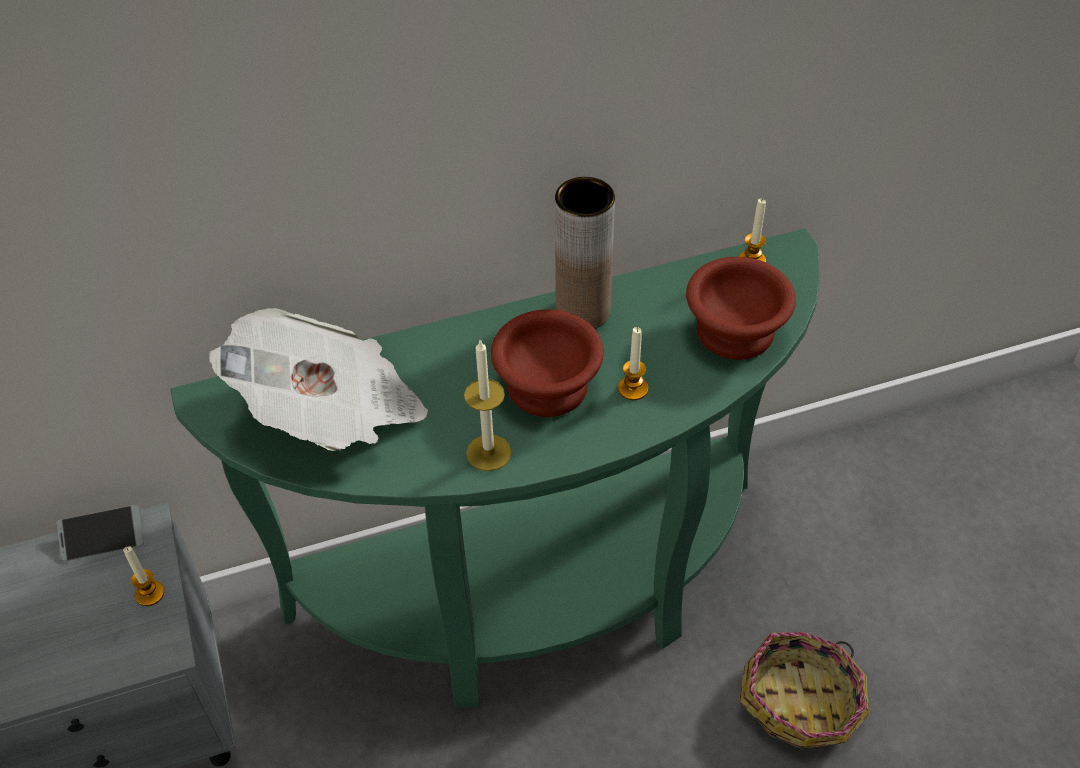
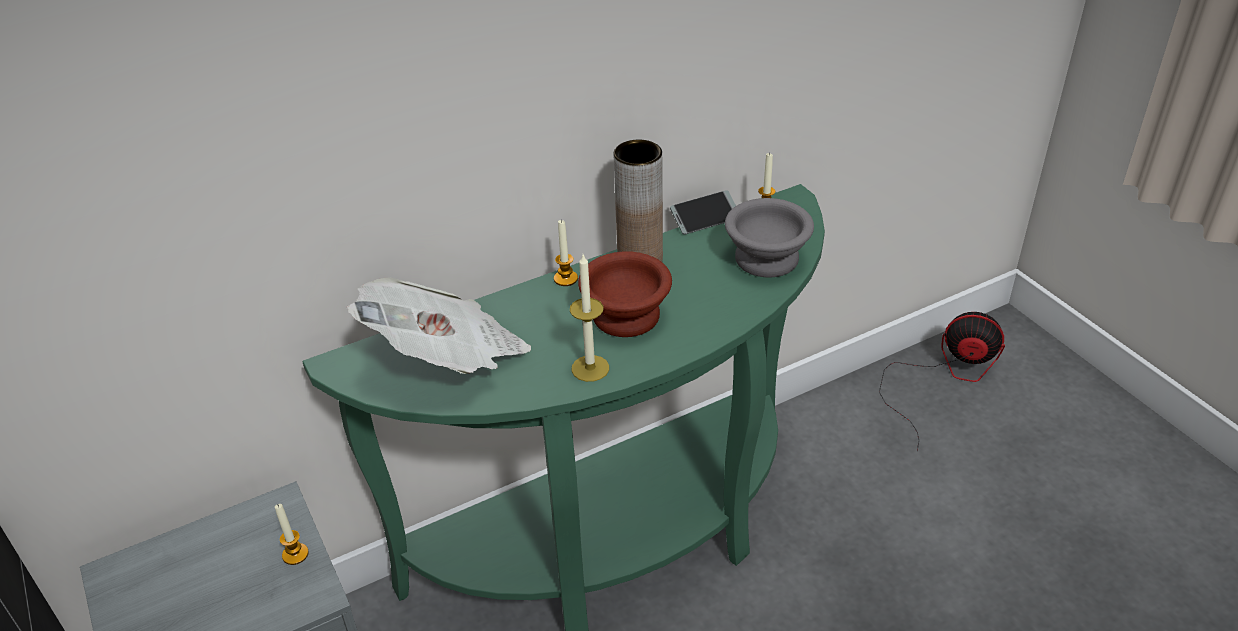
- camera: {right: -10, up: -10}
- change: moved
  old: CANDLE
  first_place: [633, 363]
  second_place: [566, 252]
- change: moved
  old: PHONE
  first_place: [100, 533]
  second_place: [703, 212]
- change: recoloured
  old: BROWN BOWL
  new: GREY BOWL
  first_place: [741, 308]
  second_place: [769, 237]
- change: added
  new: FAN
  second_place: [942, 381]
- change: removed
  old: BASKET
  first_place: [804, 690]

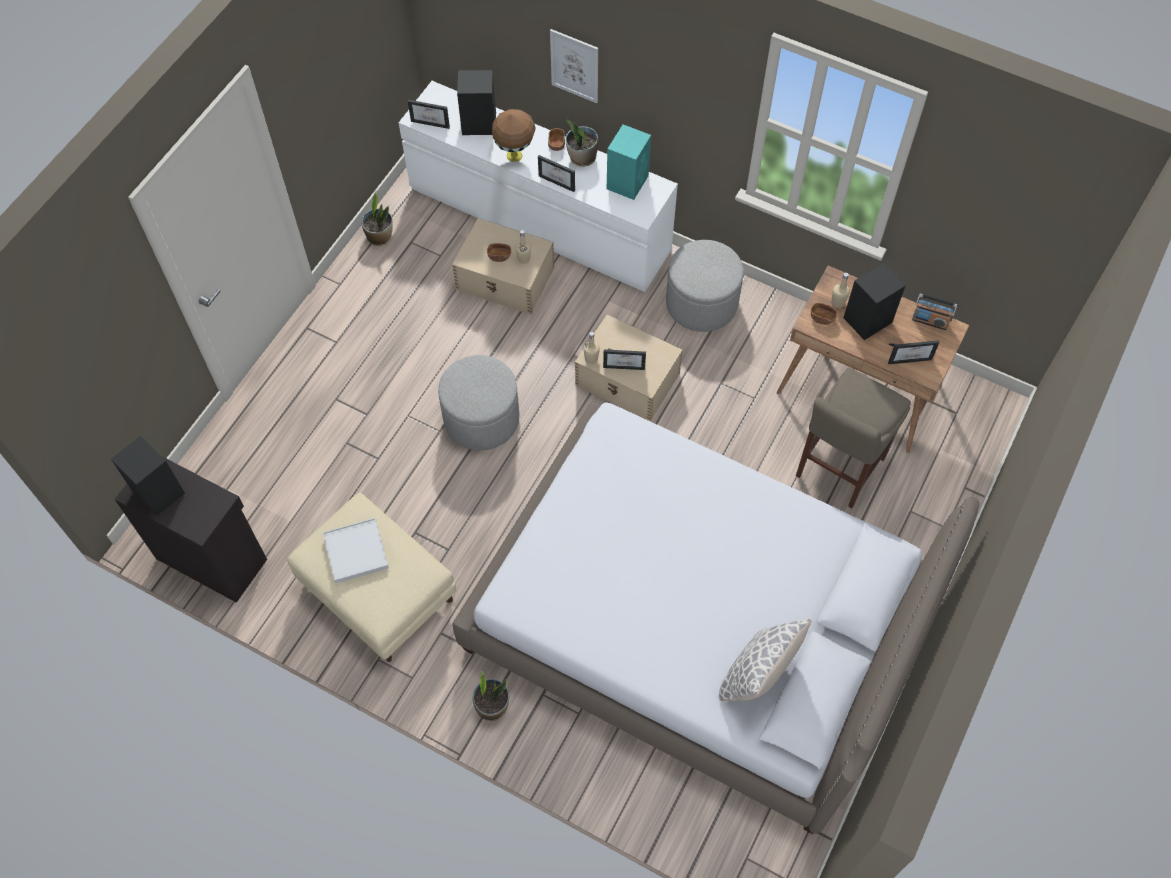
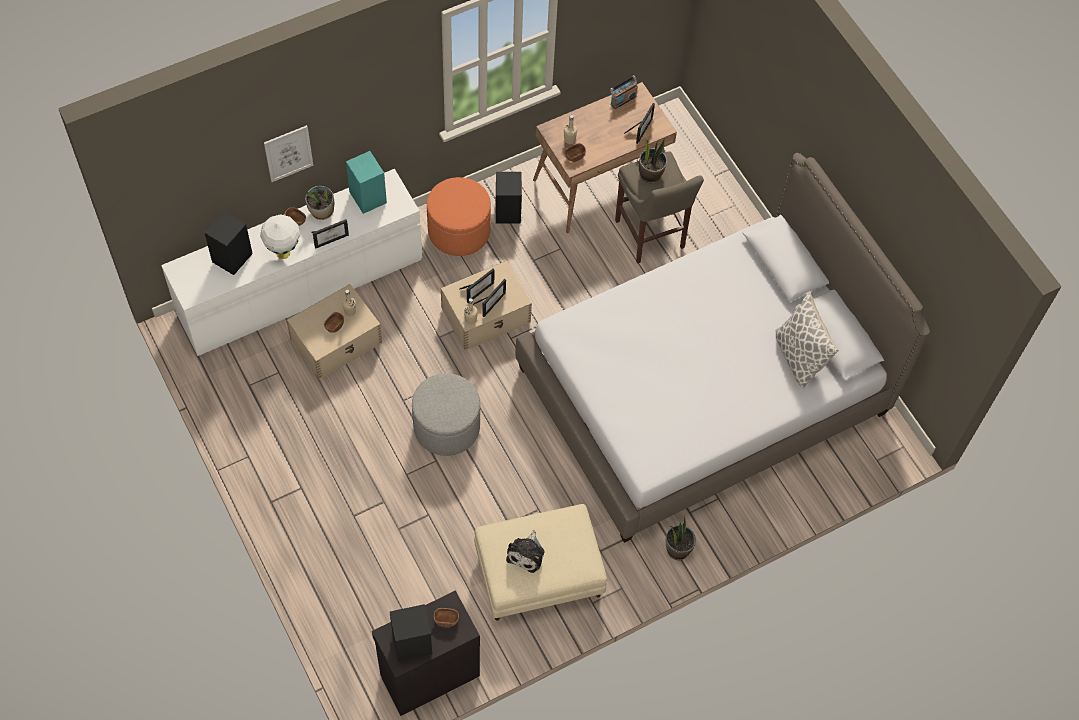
- camera: {right: -60, up: 0}
- change: recoloured
  old: BROWN TABLE LAMP
  new: WHITE TABLE LAMP
  first_place: [514, 135]
  second_place: [280, 236]
- change: recoloured
  old: GREY OTTOMAN
  new: ORANGE OTTOMAN
  first_place: [705, 286]
  second_place: [459, 216]
- change: added
  new: BROWN BOWL
  second_place: [446, 617]
- change: moved
  old: PICTURE FRAME
  first_place: [429, 114]
  second_place: [477, 286]
- change: moved
  old: BLACK SPEAKER
  first_place: [874, 301]
  second_place: [509, 197]
- change: replaced
  old: WHITE TRAY
  new: PLUSH TOY
  first_place: [356, 550]
  second_place: [525, 551]
- change: moved
  old: POTTED PLANT
  first_place: [377, 218]
  second_place: [653, 160]

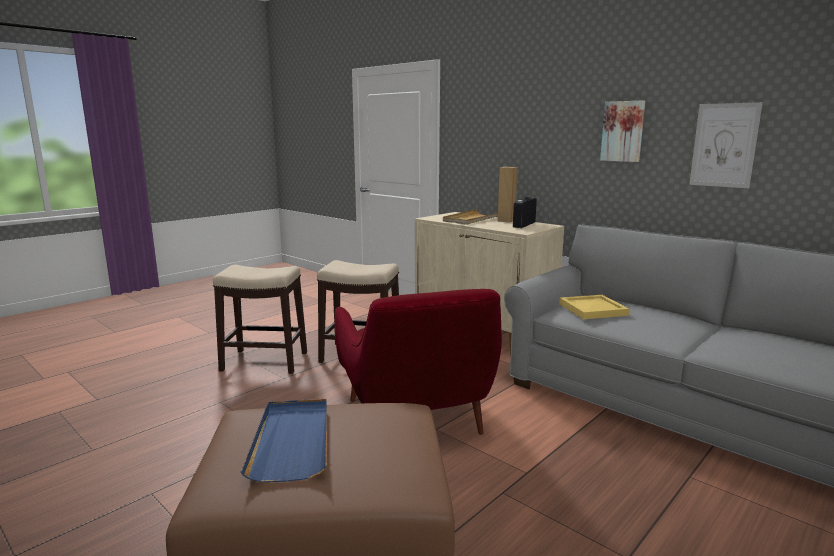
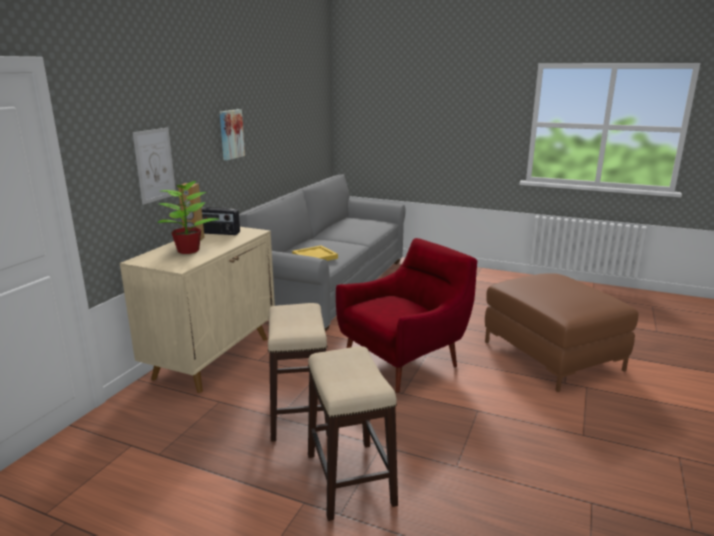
- camera: {right: -110, up: 5}
- change: moved
  old: PICTURE
  first_place: [726, 145]
  second_place: [154, 166]
- change: replaced
  old: BEIGE TRAY
  new: POTTED PLANT
  first_place: [470, 217]
  second_place: [188, 217]
- change: removed
  old: BLUE TRAY
  first_place: [284, 440]

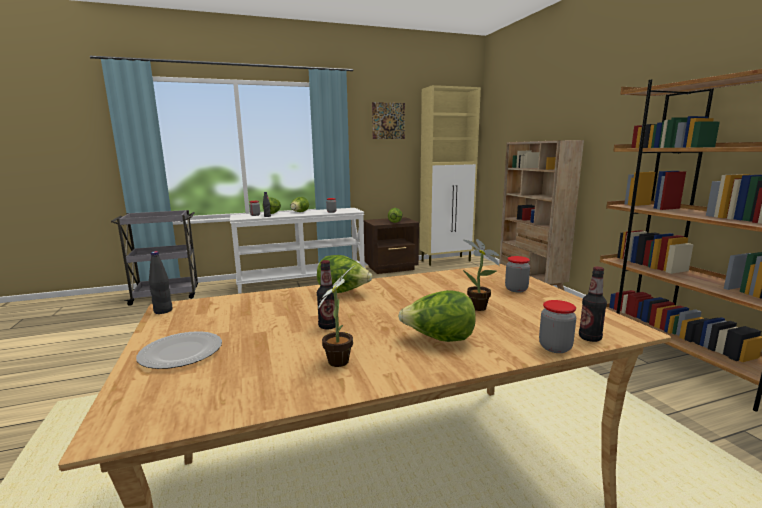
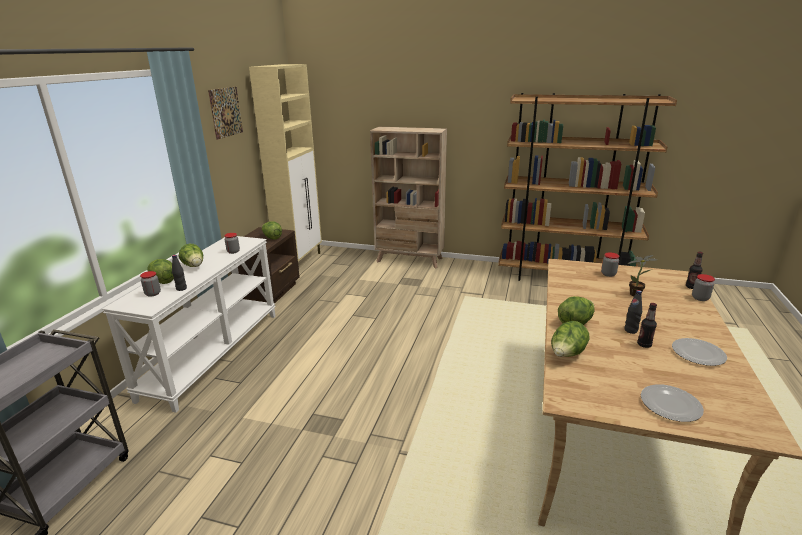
- camera: {right: -55, up: 10}
- change: moved
  old: LETTUCE
  first_place: [437, 316]
  second_place: [570, 339]
- change: moved
  old: BLACK BOTTLE
  first_place: [161, 282]
  second_place: [633, 312]
- change: replaced
  old: POTTED PLANT
  new: PLATE
  first_place: [336, 316]
  second_place: [699, 352]

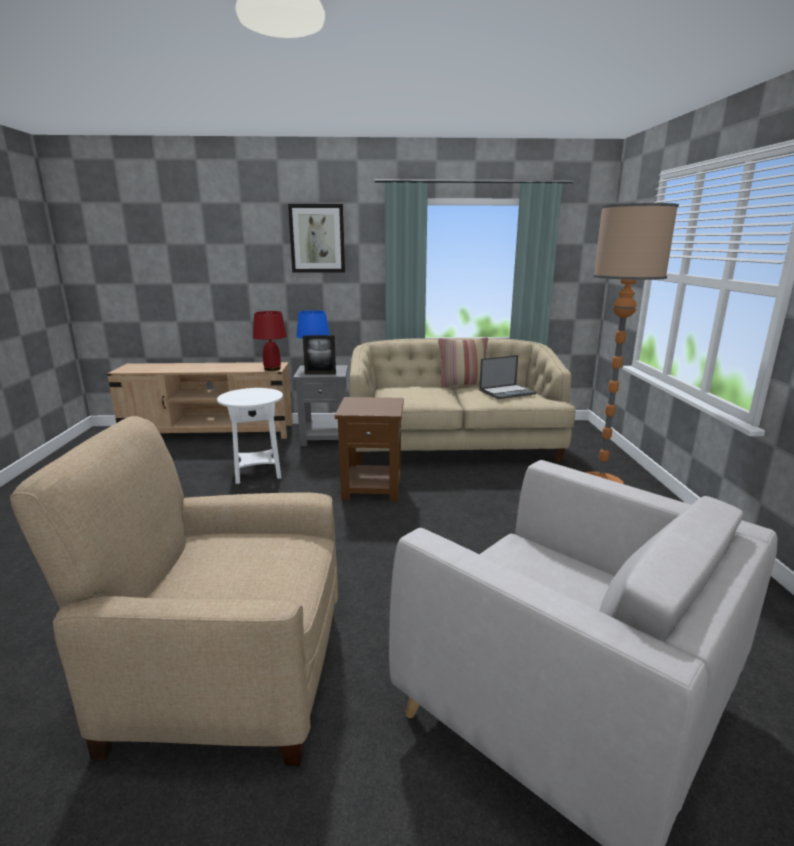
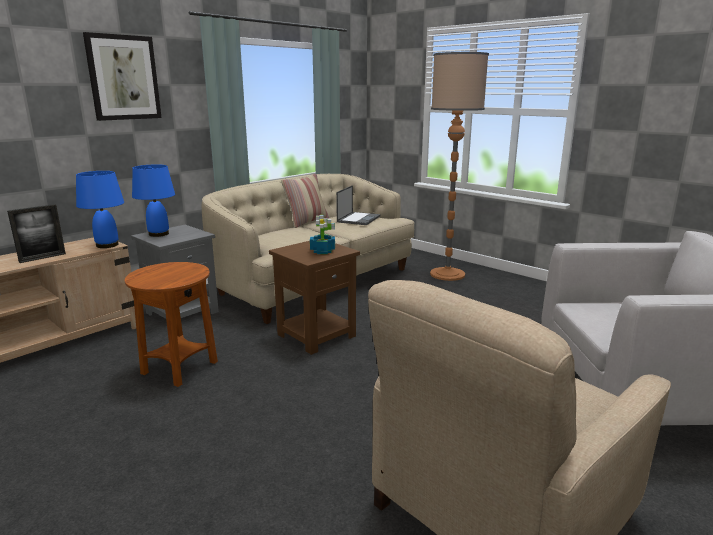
- camera: {right: -45, up: 0}
- change: moved
  old: PICTURE FRAME
  first_place: [319, 354]
  second_place: [36, 233]
- change: recoloured
  old: RED TABLE LAMP
  new: BLUE TABLE LAMP
  first_place: [270, 341]
  second_place: [100, 209]
- change: recoloured
  old: WHITE SIDE TABLE
  new: BROWN SIDE TABLE
  first_place: [250, 436]
  second_place: [171, 324]
- change: added
  new: POTTED PLANT
  second_place: [322, 234]

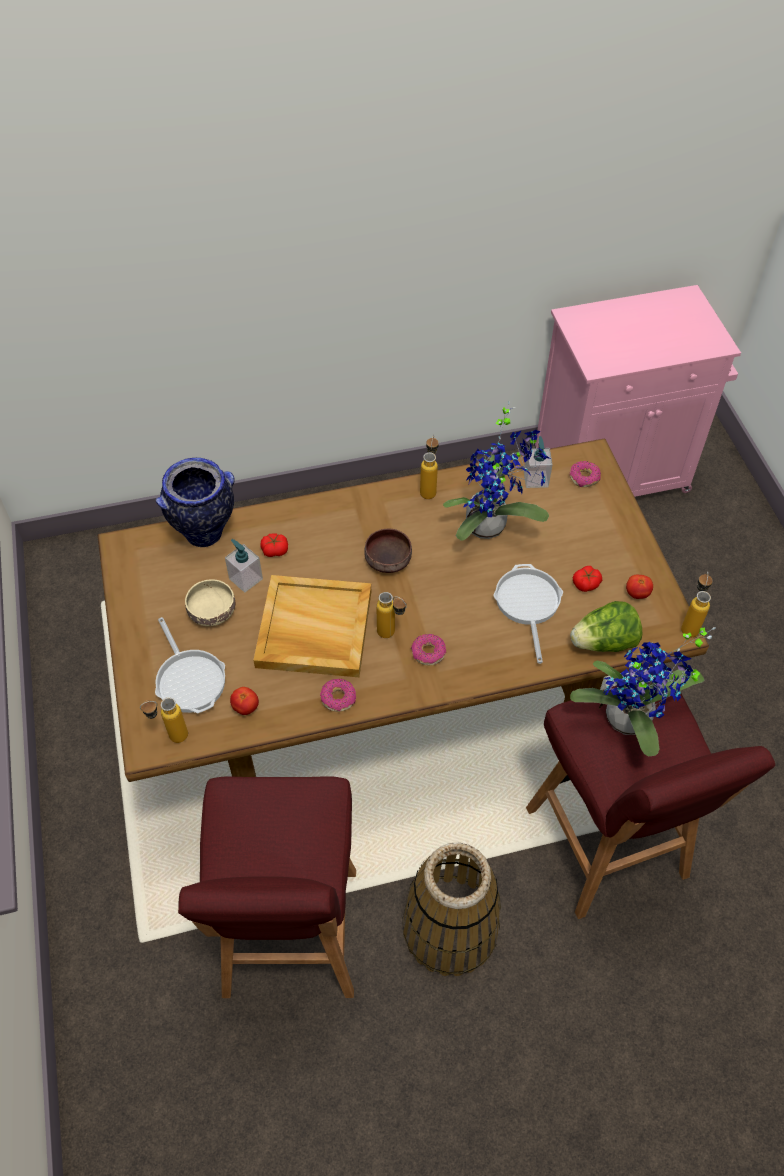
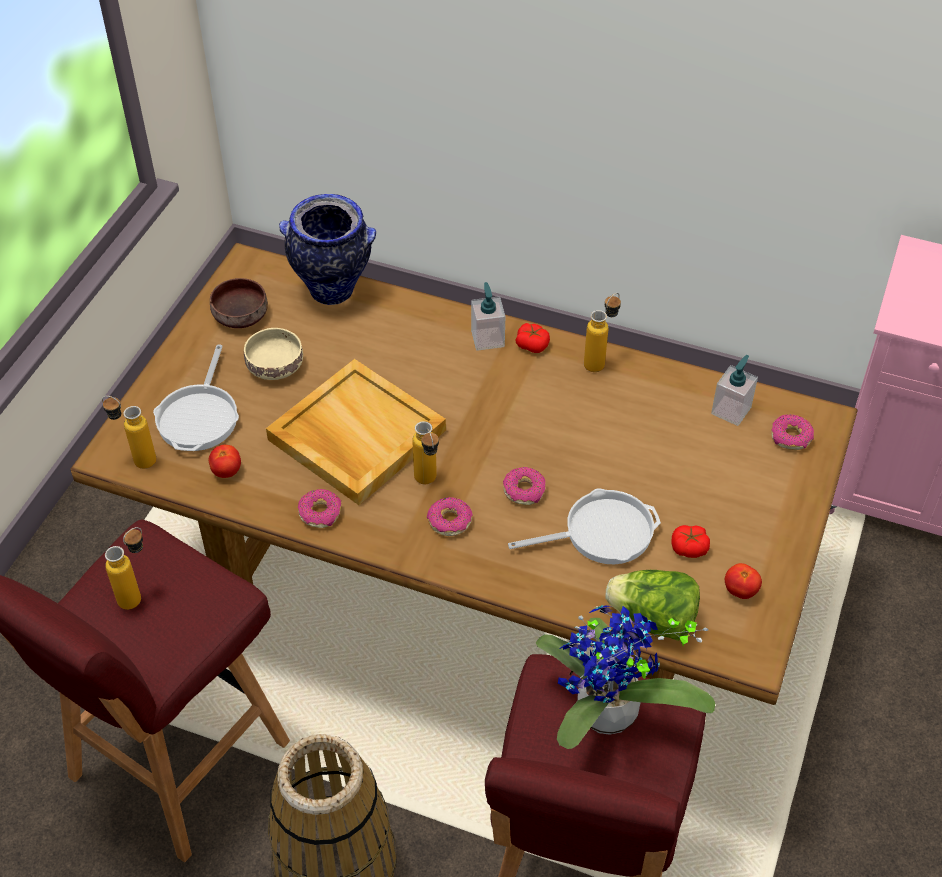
- camera: {right: 35, up: -5}
- change: moved
  old: BOTTLE
  first_place: [697, 604]
  second_place: [124, 568]
- change: moved
  old: BROWN BOWL
  first_place: [388, 551]
  second_place: [239, 303]
- change: moved
  old: SOAP DISPENSER
  first_place: [244, 566]
  second_place: [488, 316]
- change: added
  new: DONUT
  second_place: [524, 486]
- change: turned
  old: FRYING PAN
  first_place: [528, 614]
  second_place: [584, 526]
  degrees: 45
- change: moved
  old: TOMATO
  first_place: [274, 545]
  second_place: [532, 338]
- change: removed
  old: POTTED PLANT
  first_place: [496, 470]

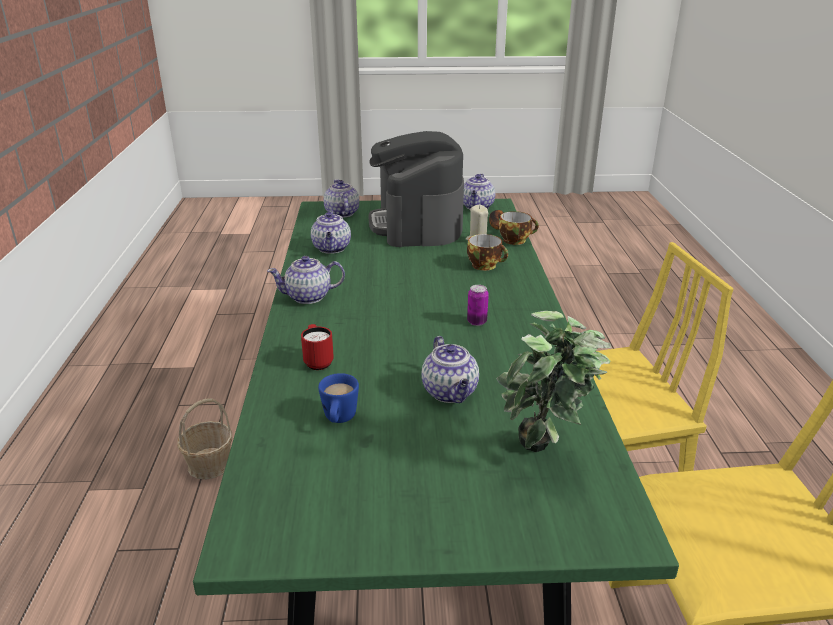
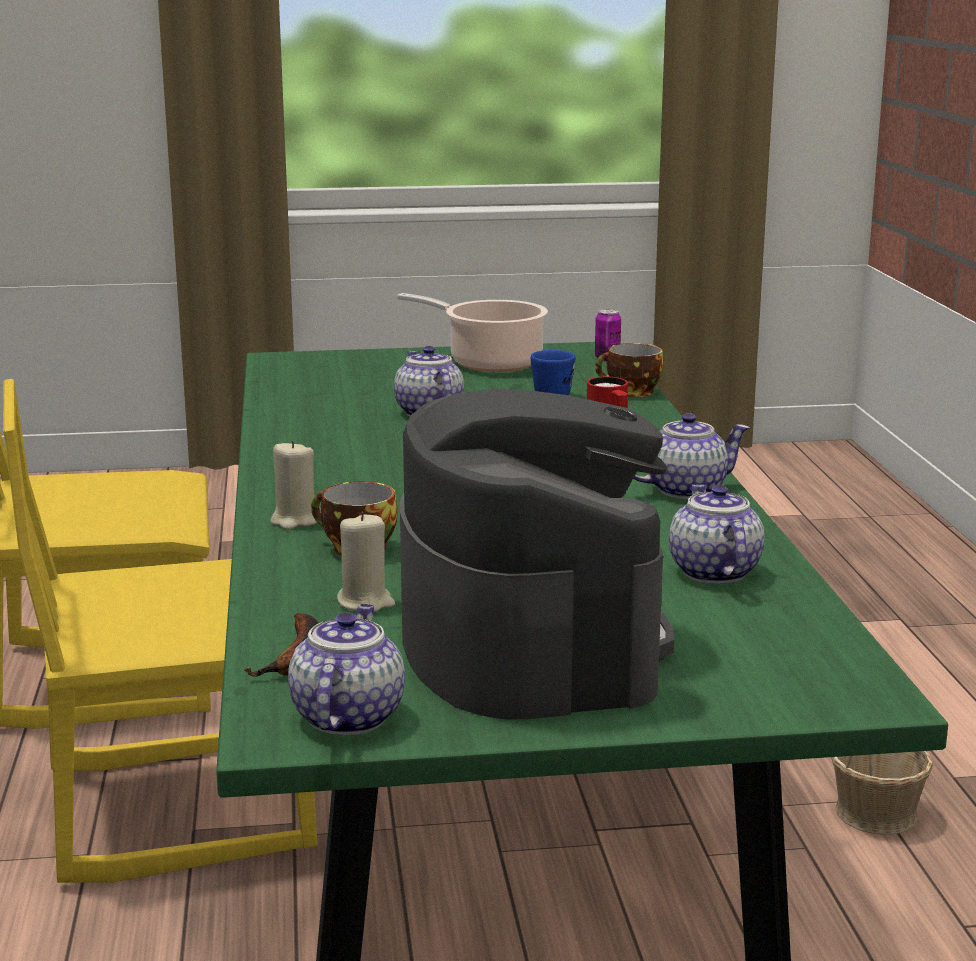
- camera: {right: 175, up: -10}
- change: added
  new: BEIGE CANDLE
  second_place: [295, 485]
- change: added
  new: COOKING POT
  second_place: [472, 332]
- change: moved
  old: CAN
  first_place: [478, 305]
  second_place: [608, 335]
- change: moved
  old: CUP
  first_place: [519, 228]
  second_place: [629, 370]
- change: removed
  old: TEAPOT
  first_place: [341, 198]
- change: removed
  old: POTTED PLANT
  first_place: [554, 381]

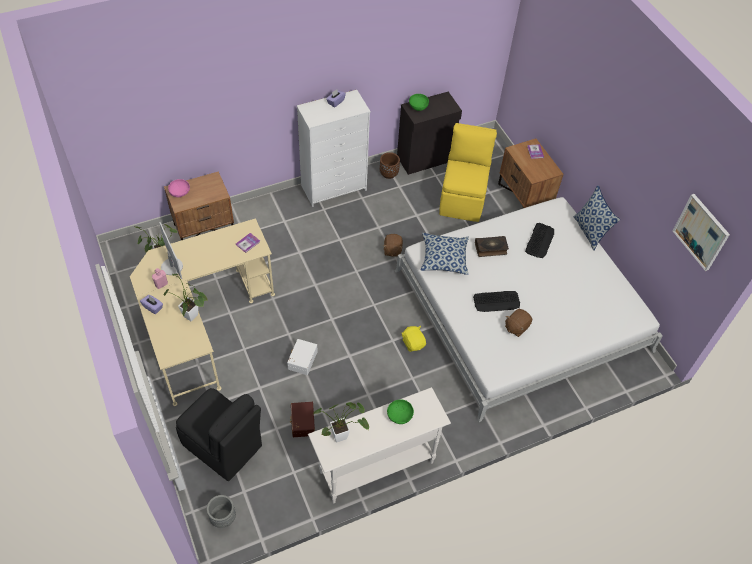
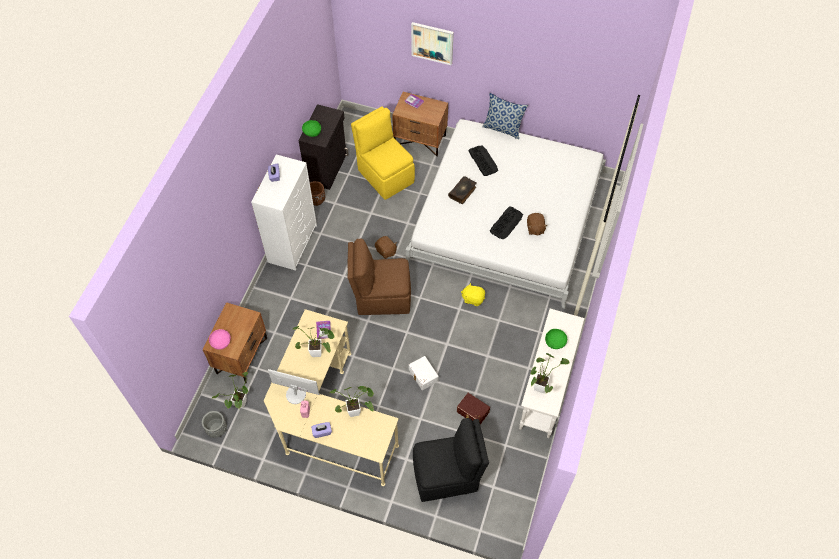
- camera: {right: -45, up: 5}
- change: moved
  old: GREY PLANTER
  first_place: [221, 511]
  second_place: [214, 424]
- change: added
  new: POTTED PLANT
  second_place: [313, 341]
- change: added
  new: BROWN CHAIR
  second_place: [379, 276]
- change: moved
  old: PICTURE
  first_place: [701, 232]
  second_place: [432, 43]
- change: removed
  old: PILLOW
  first_place: [444, 254]

